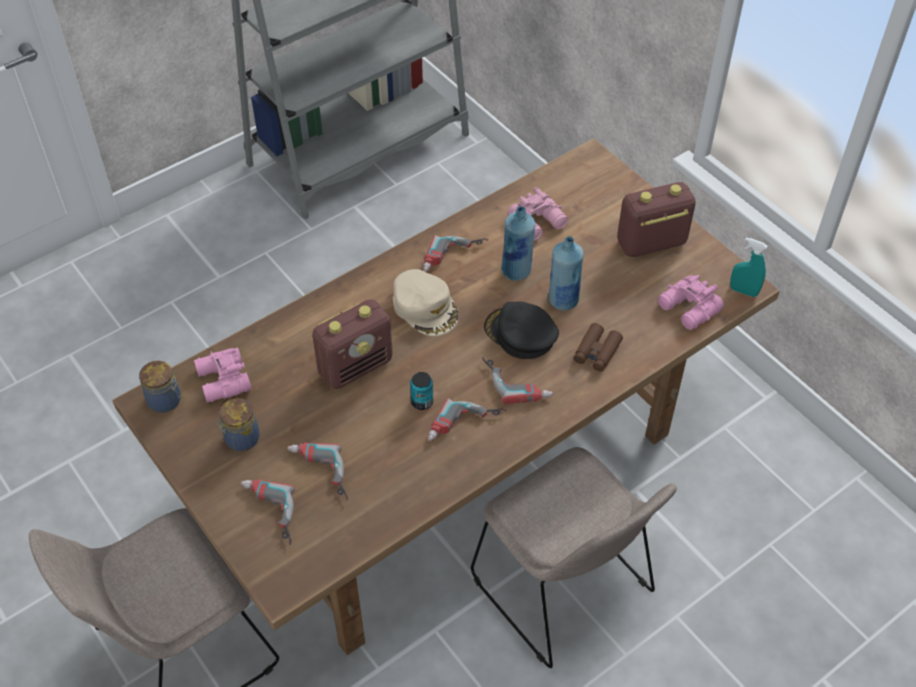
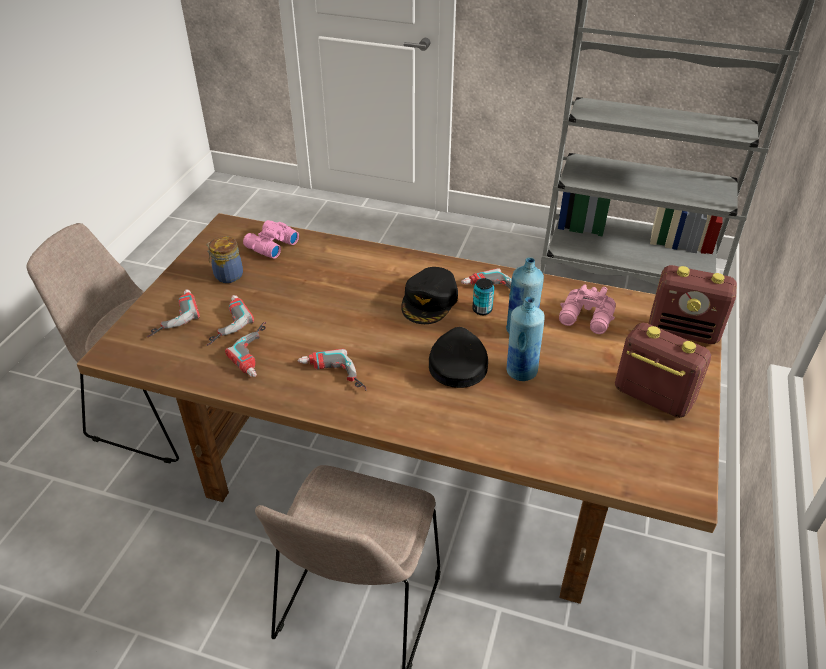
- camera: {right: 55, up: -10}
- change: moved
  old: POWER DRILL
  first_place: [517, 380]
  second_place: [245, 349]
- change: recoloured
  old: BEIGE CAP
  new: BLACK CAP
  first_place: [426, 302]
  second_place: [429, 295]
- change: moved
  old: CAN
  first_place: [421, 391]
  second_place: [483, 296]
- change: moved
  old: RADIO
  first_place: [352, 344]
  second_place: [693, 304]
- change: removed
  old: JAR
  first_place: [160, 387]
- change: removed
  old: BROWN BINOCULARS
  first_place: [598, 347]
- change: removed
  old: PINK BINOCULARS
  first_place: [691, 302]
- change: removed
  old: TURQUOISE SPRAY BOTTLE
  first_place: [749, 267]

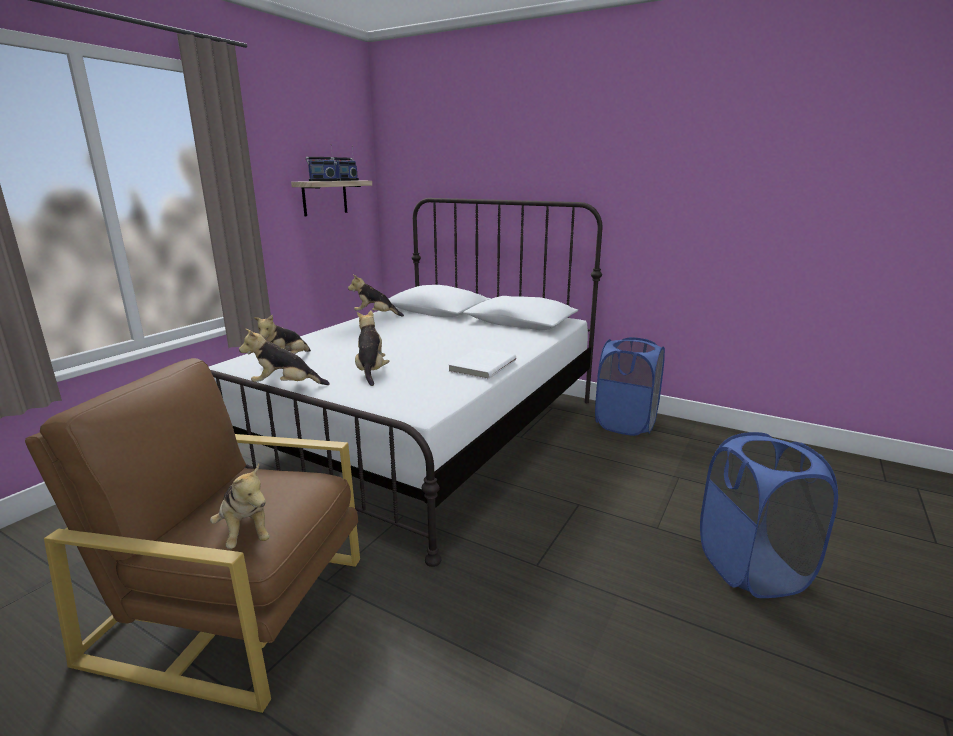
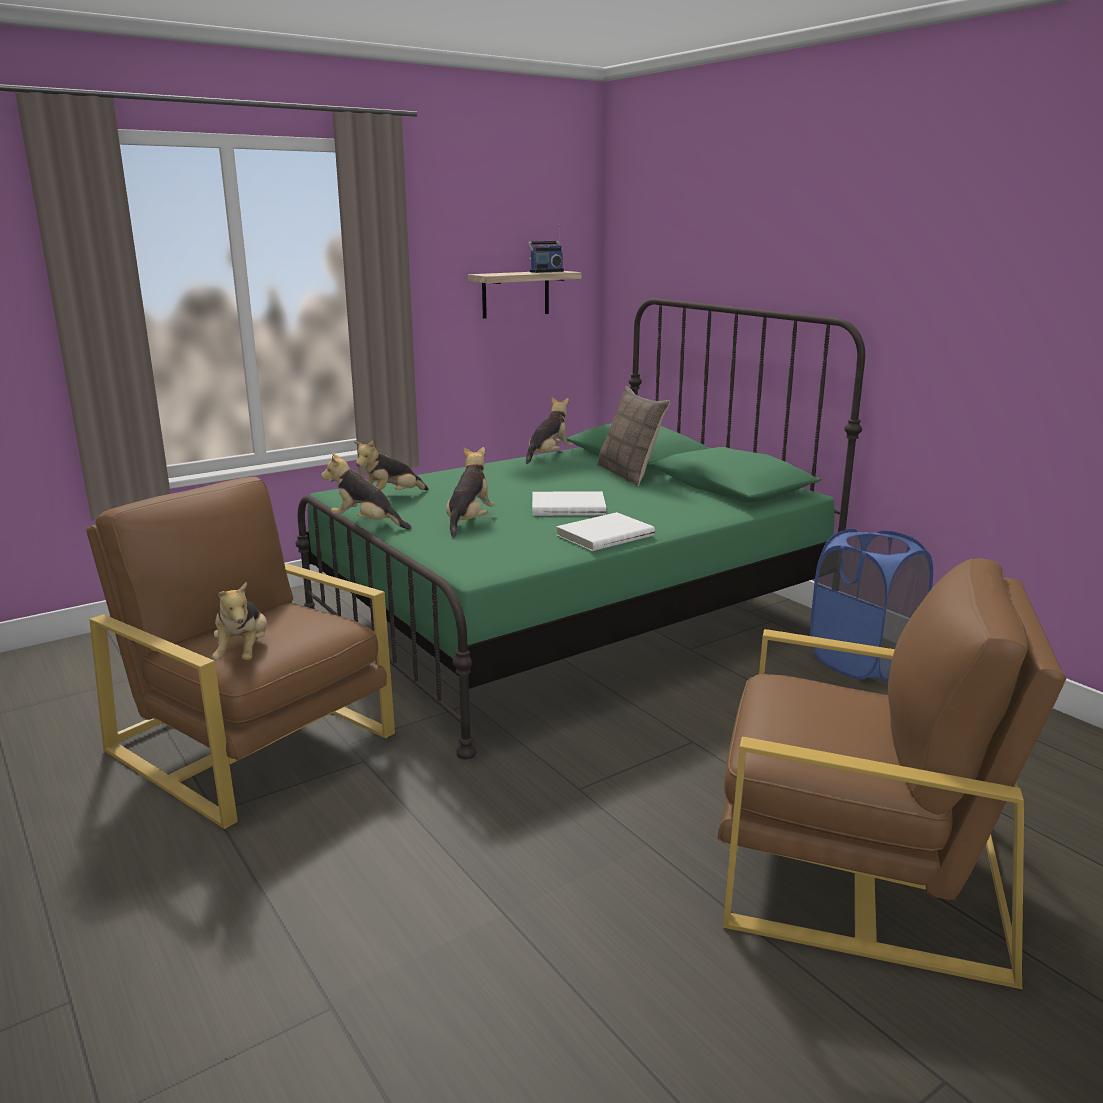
- camera: {right: 25, up: 0}
- change: recoloured
  old: WHITE BED
  new: GREEN BED
  first_place: [405, 382]
  second_place: [580, 528]
- change: turned
  old: PLUSH TOY
  first_place: [376, 296]
  second_place: [549, 430]
  degrees: 90
- change: added
  new: WHITE BOOK
  second_place: [569, 503]
- change: added
  new: PILLOW
  second_place: [633, 436]
- change: replaced
  old: BLUE LAUNDRY BASKET
  new: BROWN ARMCHAIR
  first_place: [769, 515]
  second_place: [891, 774]
- change: removed
  old: RADIO
  first_place: [321, 162]

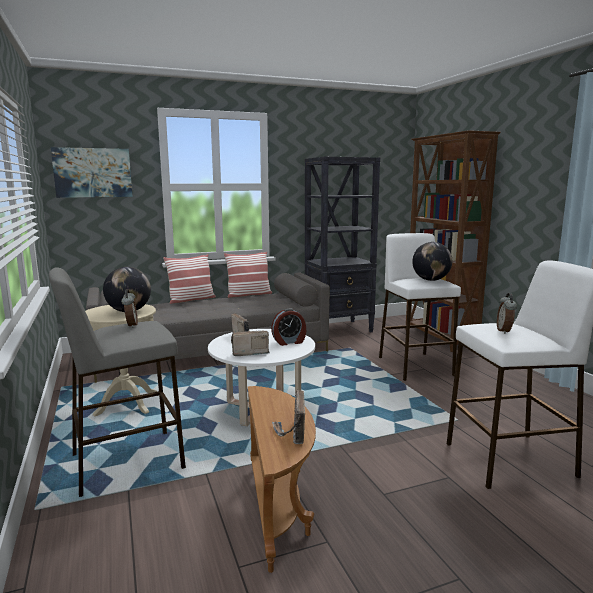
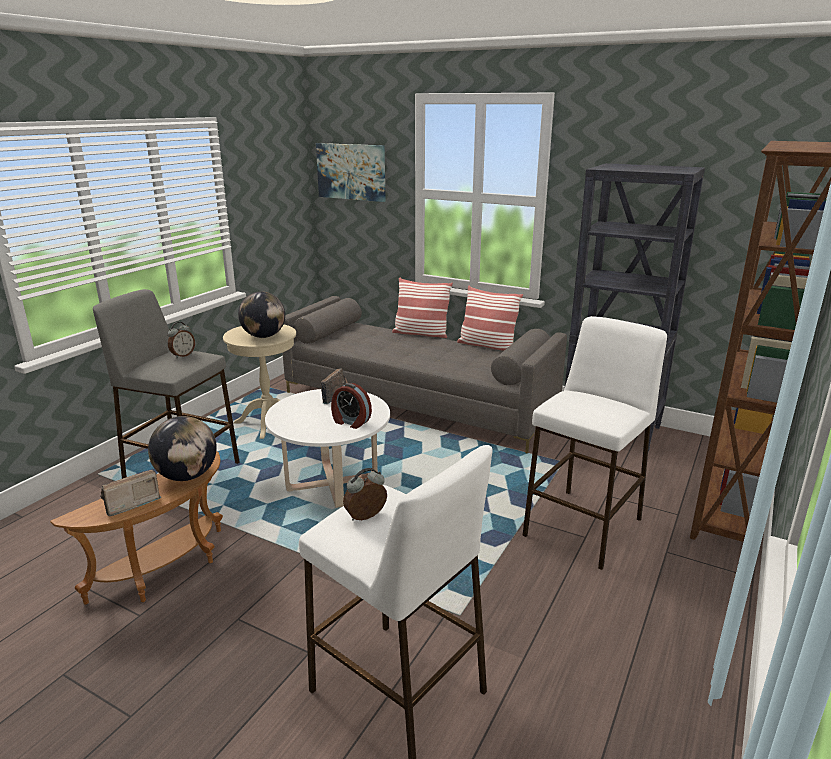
- camera: {right: 50, up: 10}
- change: moved
  old: GLOBE
  first_place: [432, 261]
  second_place: [182, 448]
- change: removed
  old: RADIO
  first_place: [250, 343]

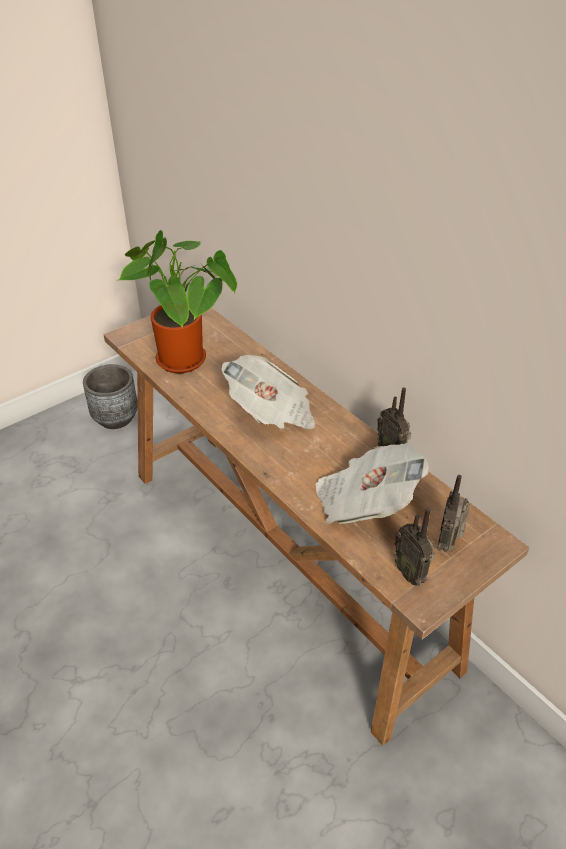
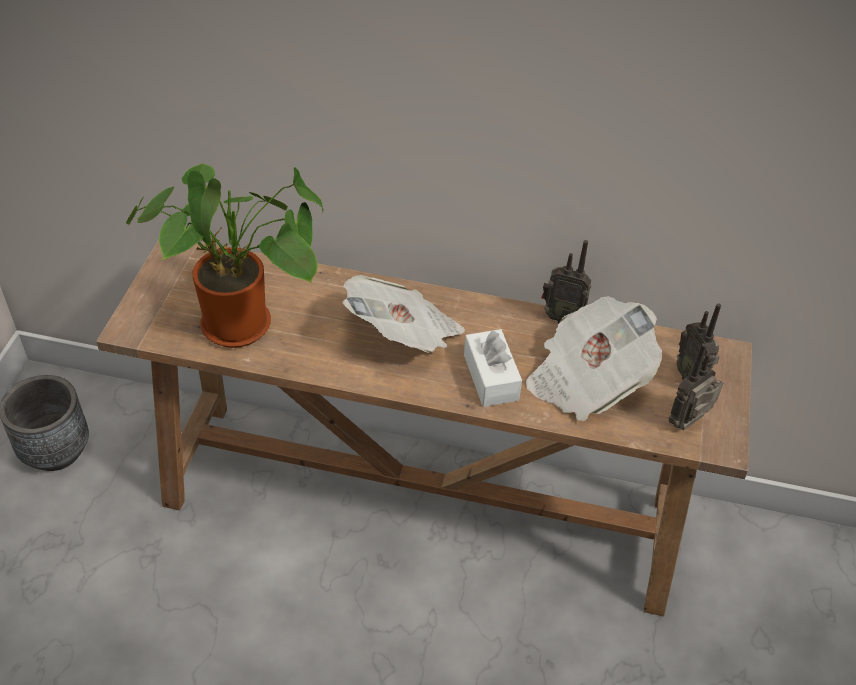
- camera: {right: -40, up: 5}
- change: added
  new: WHITE TISSUE BOX
  second_place: [493, 368]
- change: turned
  old: RADIO
  first_place: [415, 547]
  second_place: [695, 387]
  degrees: 120

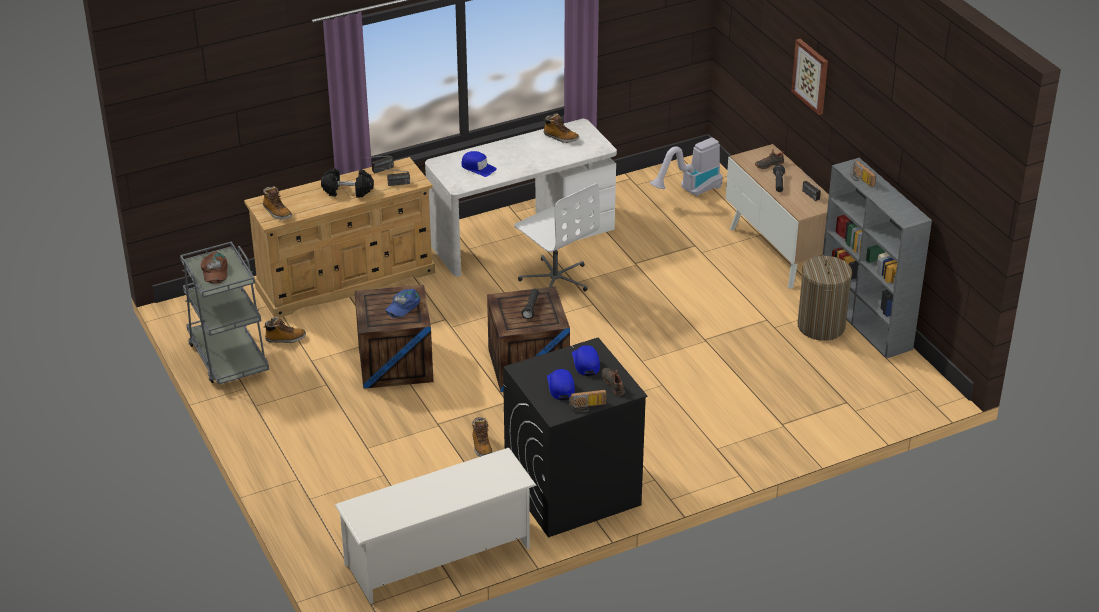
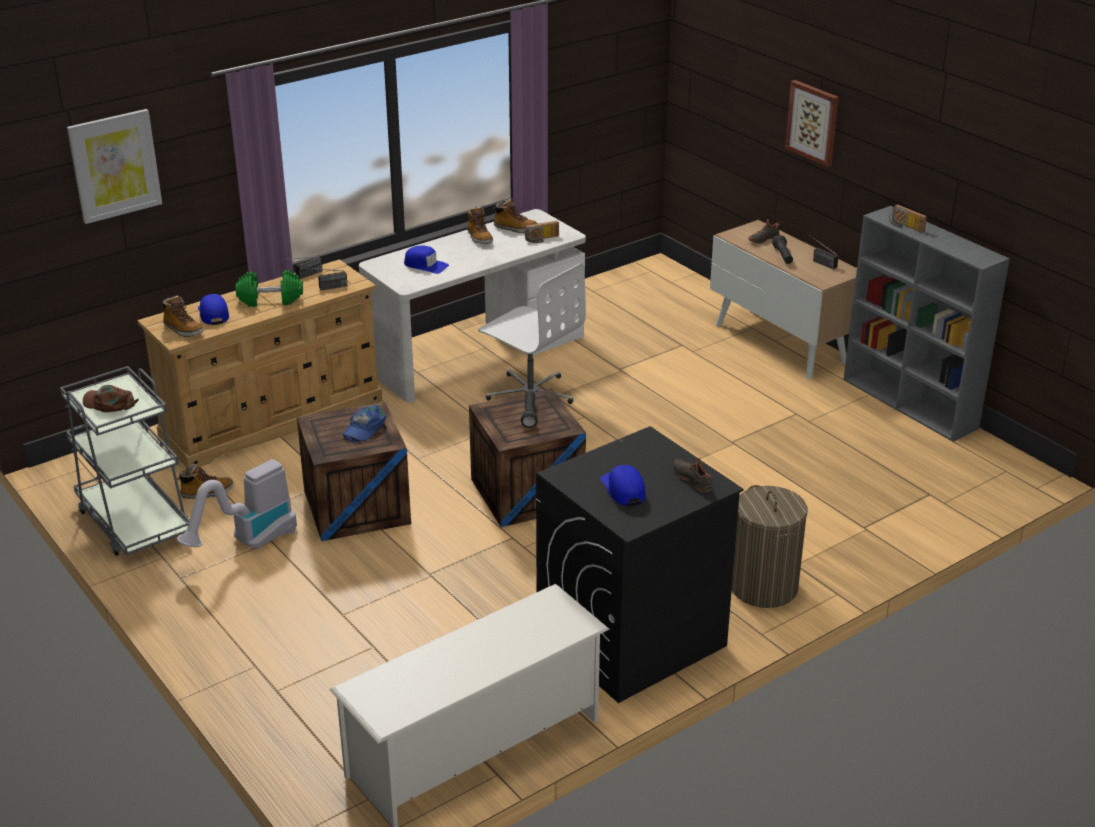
- camera: {right: -10, up: -5}
- change: added
  new: PICTURE
  second_place: [114, 166]
- change: turned
  old: BROWN CAP
  first_place: [214, 268]
  second_place: [111, 398]
  degrees: 135
- change: moved
  old: VACUUM CLEANER
  first_place: [686, 167]
  second_place: [237, 504]
- change: moved
  old: BLUE CAP
  first_place: [586, 360]
  second_place: [213, 309]
- change: recoloured
  old: BLACK DUMBBELL
  new: GREEN DUMBBELL
  first_place: [347, 183]
  second_place: [269, 288]
- change: moved
  old: BOOT
  first_place: [482, 437]
  second_place: [480, 225]
- change: moved
  old: RADIO
  first_place: [587, 401]
  second_place: [541, 232]
- change: moved
  old: LAUNDRY BASKET
  first_place: [825, 298]
  second_place: [769, 546]

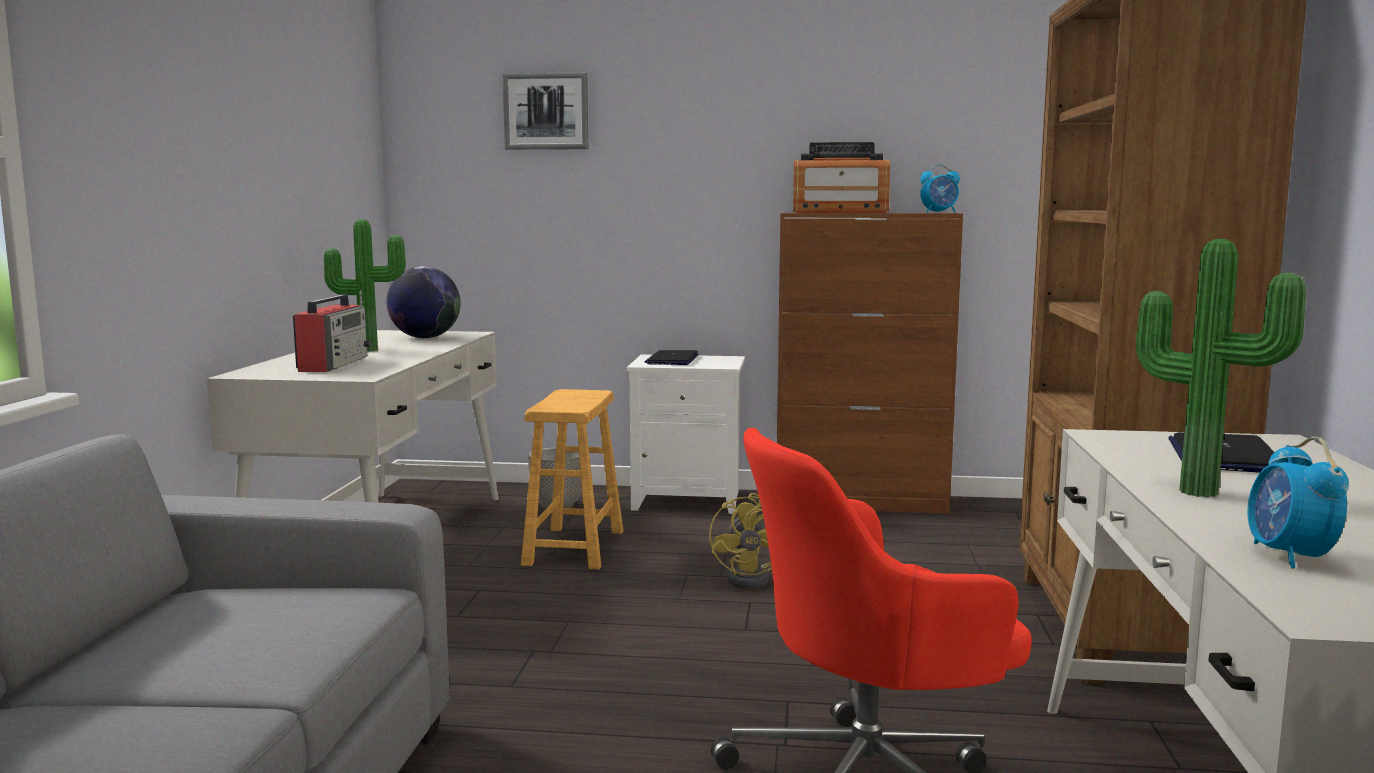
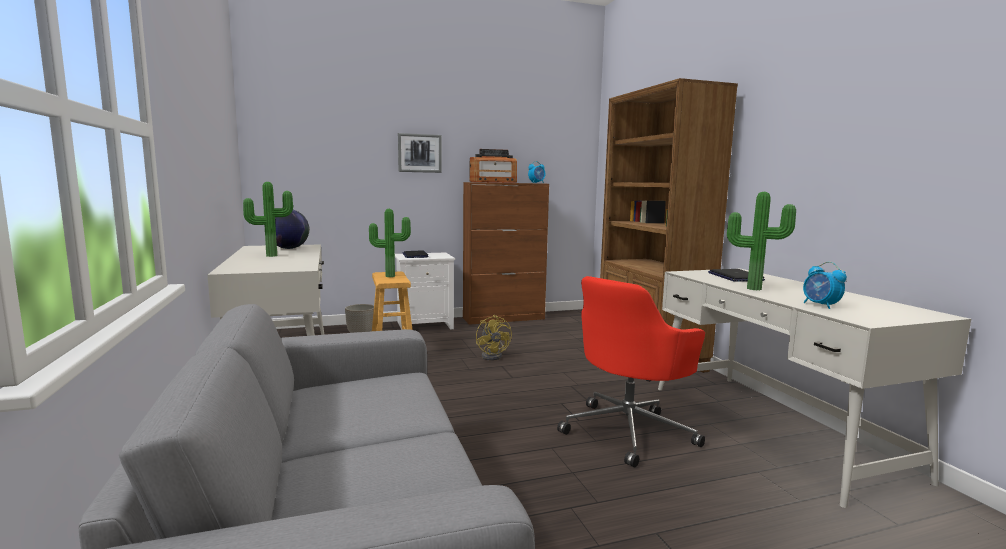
- camera: {right: -25, up: 0}
- change: added
  new: POTTED PLANT
  second_place: [390, 243]
- change: moved
  old: PICTURE
  first_place: [545, 111]
  second_place: [420, 153]
- change: removed
  old: RADIO
  first_place: [331, 331]

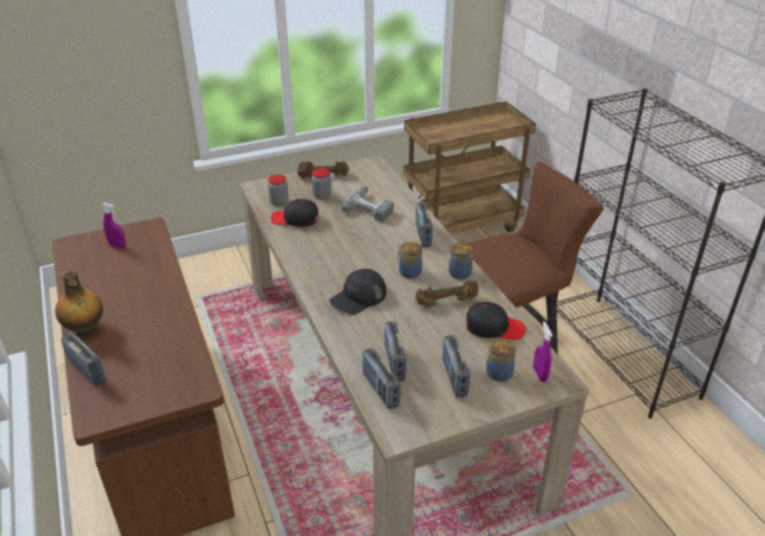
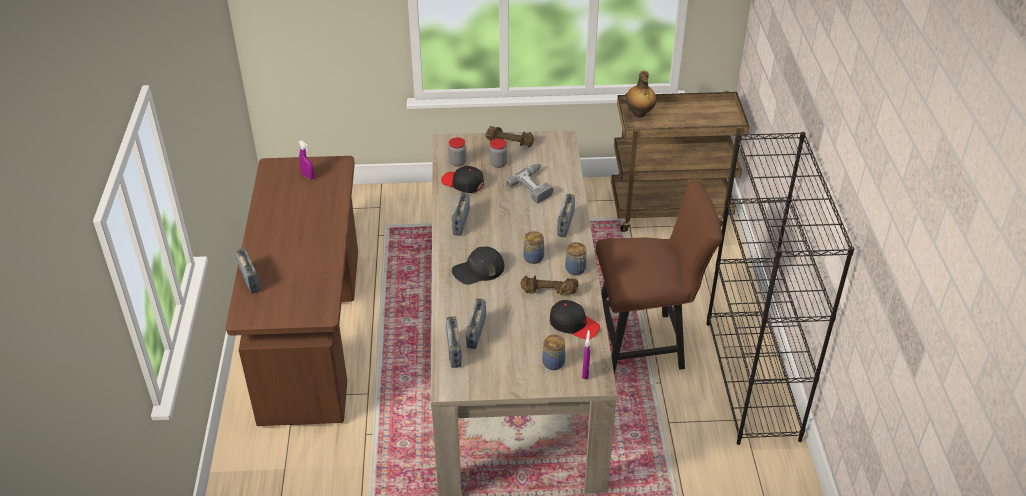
- camera: {right: 20, up: 5}
- change: moved
  old: RADIO
  first_place: [456, 366]
  second_place: [461, 214]
- change: moved
  old: BOTTLE
  first_place: [79, 303]
  second_place: [641, 94]

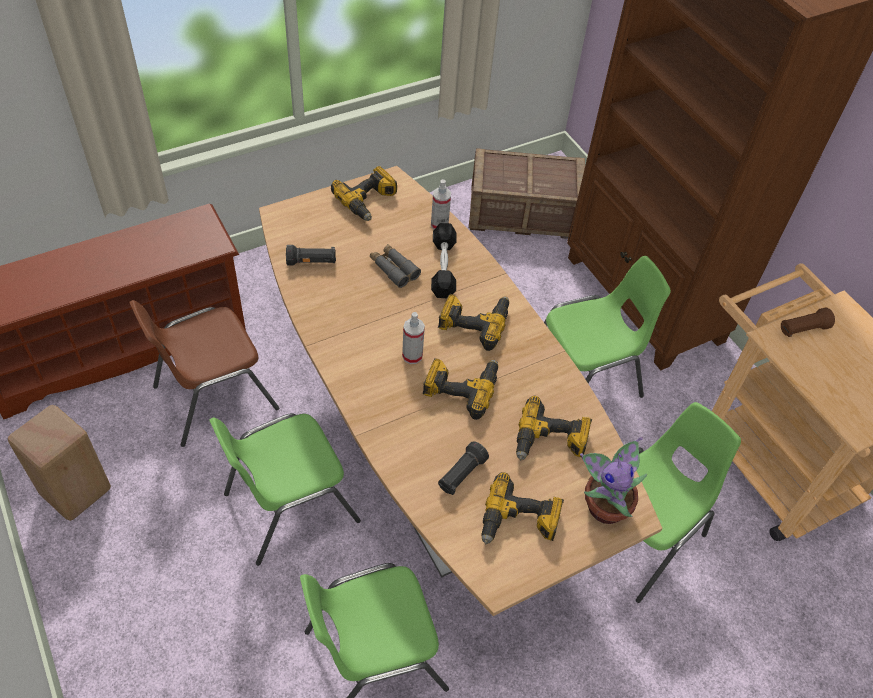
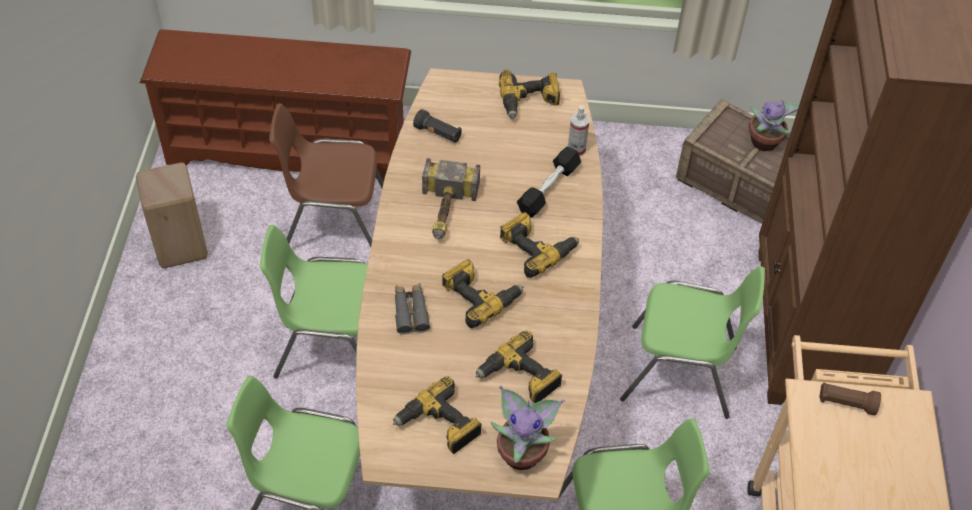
- camera: {right: 35, up: 0}
- change: moved
  old: GREY BINOCULARS
  first_place: [395, 266]
  second_place: [412, 309]
- change: added
  new: HAMMER
  second_place: [451, 198]
- change: added
  new: POTTED PLANT
  second_place: [773, 125]
- change: removed
  old: SPRAY BOTTLE
  first_place: [413, 338]
- change: removed
  old: BLACK FLASHLIGHT
  first_place: [463, 468]

